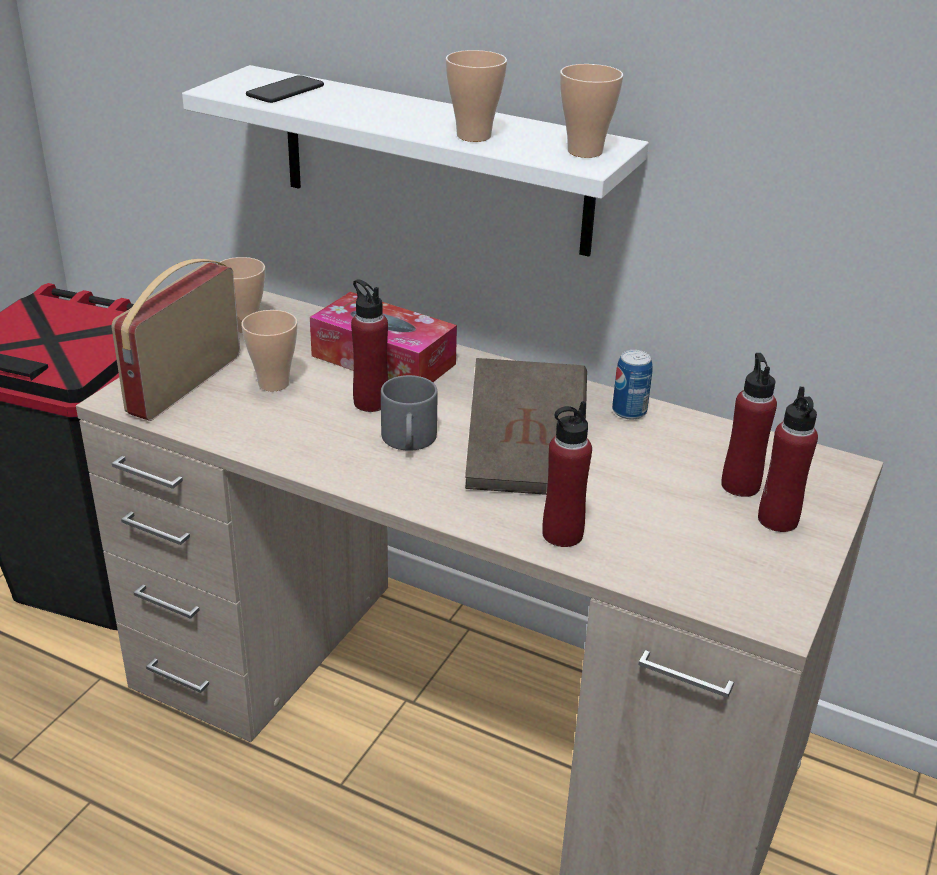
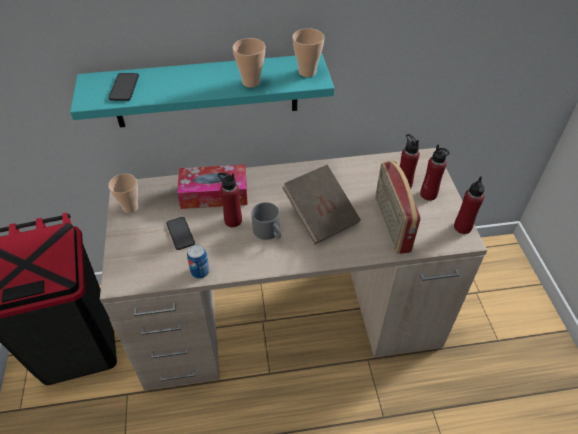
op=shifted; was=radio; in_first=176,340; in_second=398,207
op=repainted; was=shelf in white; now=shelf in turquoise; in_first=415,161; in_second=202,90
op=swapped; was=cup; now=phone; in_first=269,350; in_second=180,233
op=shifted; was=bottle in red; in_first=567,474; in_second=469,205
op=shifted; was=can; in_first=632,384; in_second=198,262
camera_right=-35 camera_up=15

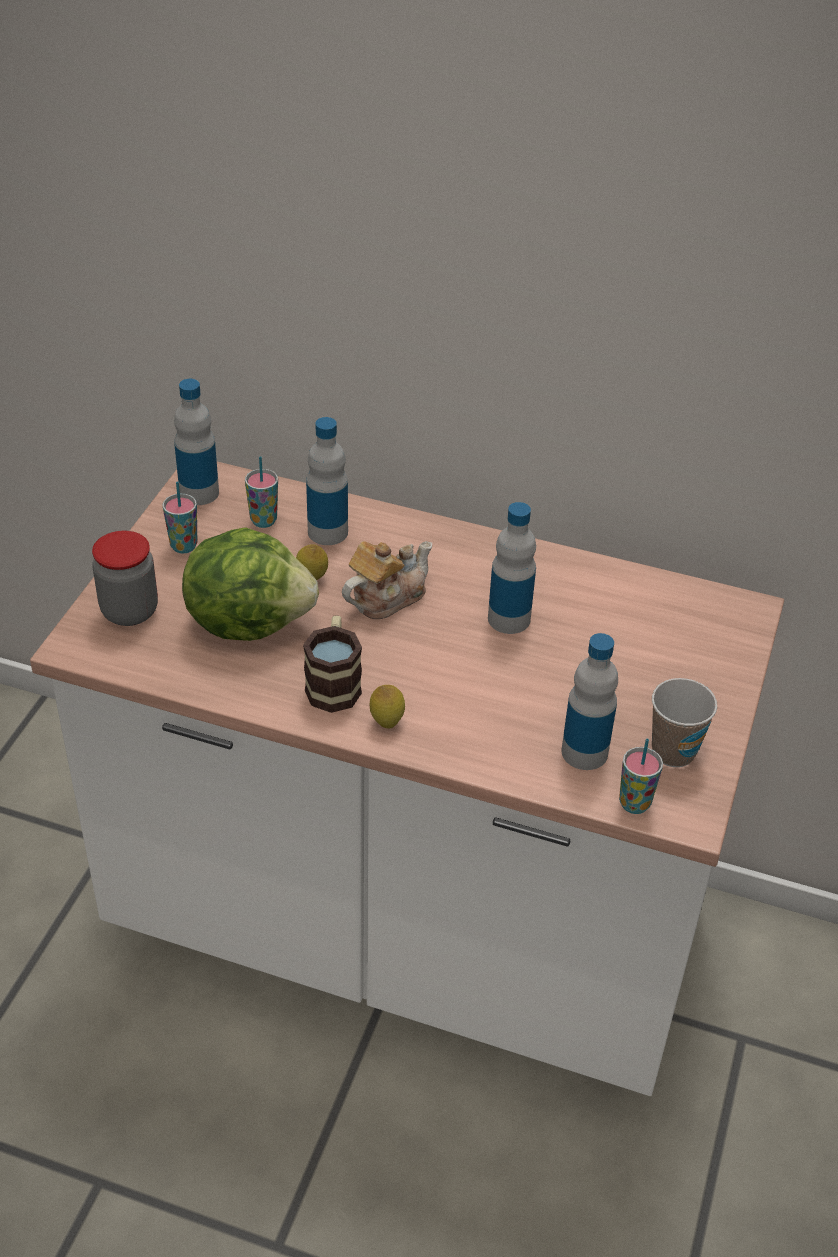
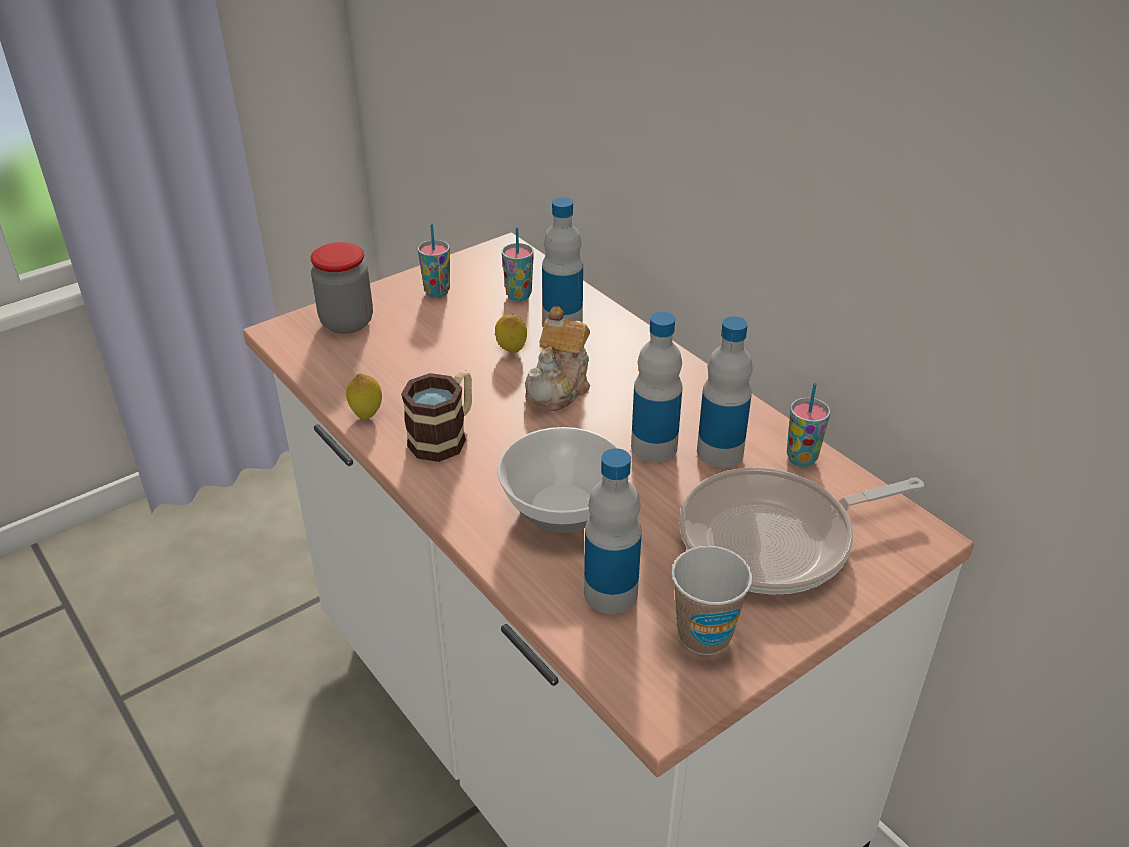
op=shifted; was=bottle; in_first=196,442; in_second=725,392
op=gone; was=lettuce; in_first=250,584
op=rotated; was=teapot; in_first=387,580; in_second=558,358; clockwise=120
op=shifted; was=lemon; in_first=387,707; in_second=364,396
op=shifted; was=cup; in_first=641,776; in_second=808,425
op=new; now=bowl; in_second=558,480
op=new; now=frying pan; in_second=801,531
camera_right=35 camera_up=-5

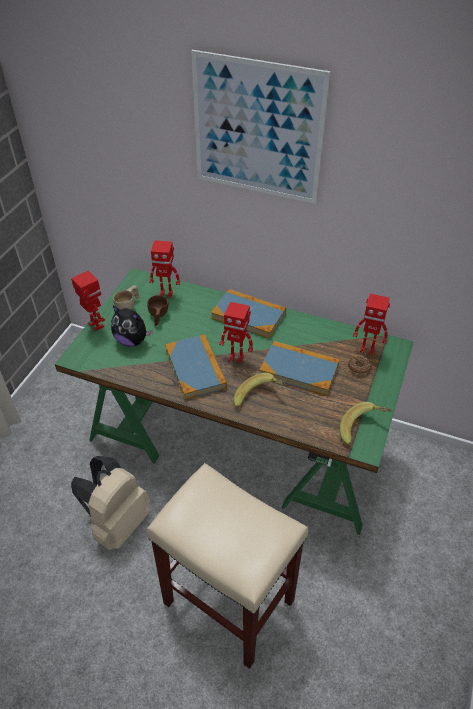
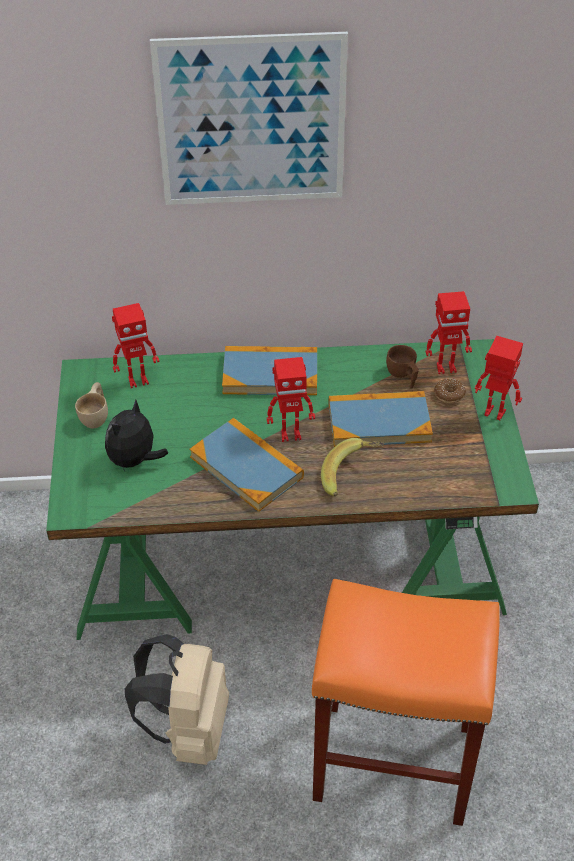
op=shifted; was=toy robot; in_first=88,301; in_second=499,378
op=rotated; was=plush toy; in_first=132,326; in_second=136,435; clockwise=120
op=shifted; was=cup in brown; in_first=157,310; in_second=402,367
op=repainted; was=stool in beige; now=stool in orange; in_first=227,566; in_second=406,702
op=gone; was=banana; in_first=365,423
camera_right=-25 camera_up=0

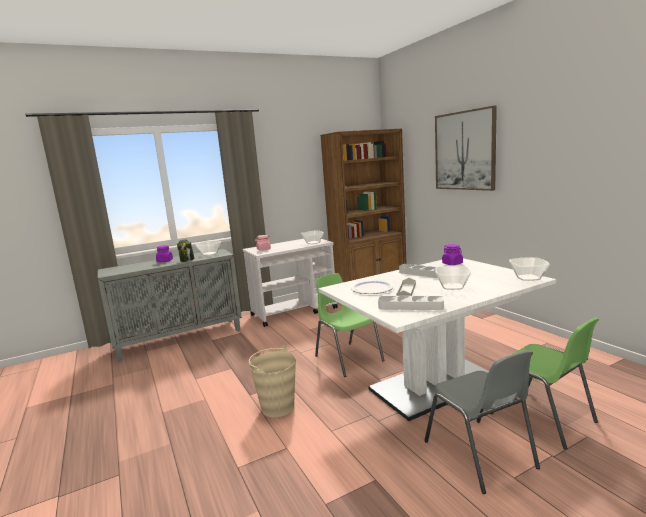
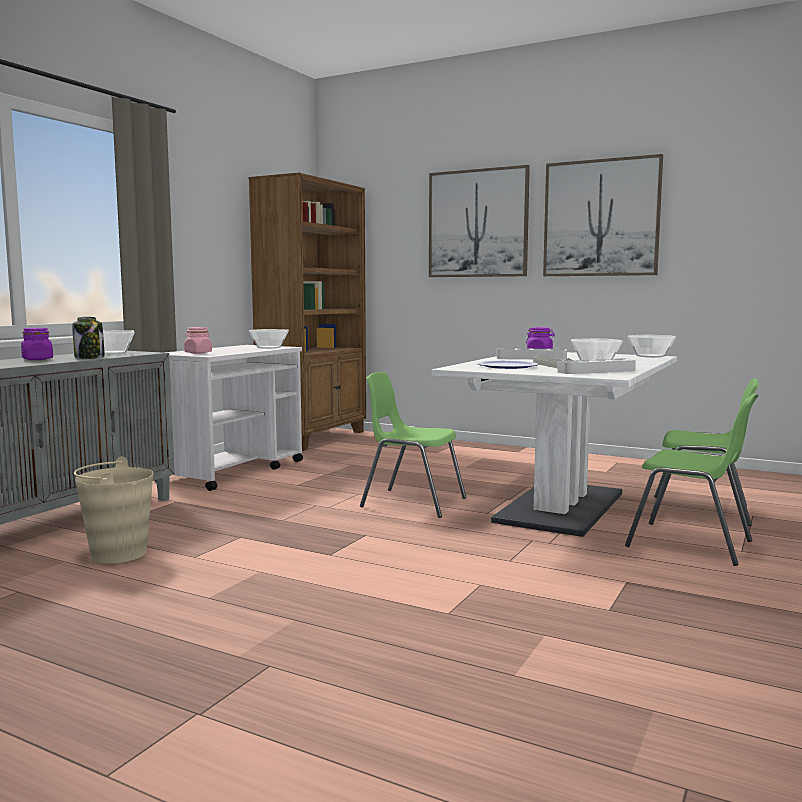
op=shifted; was=bucket in beige; in_first=272,381; in_second=113,510
op=repainted; was=chair in grey; now=chair in green; in_first=482,422; in_second=691,479
op=new; now=picture; in_second=603,215
camera_right=-35 camera_up=-5

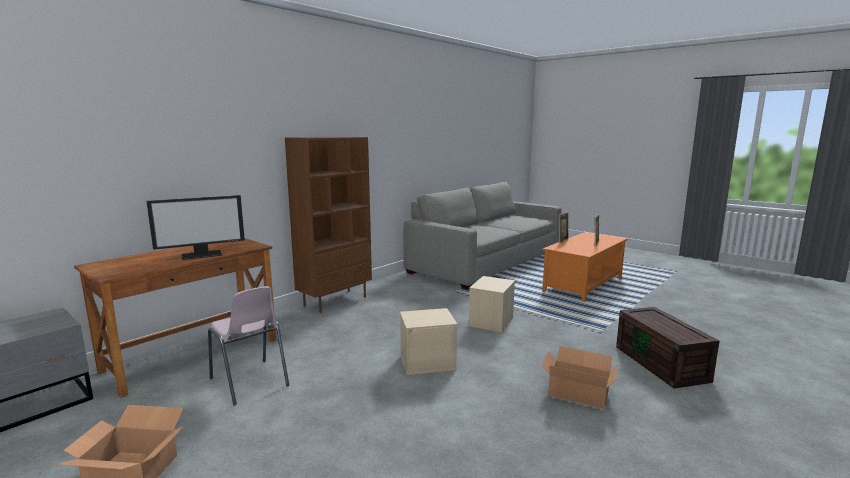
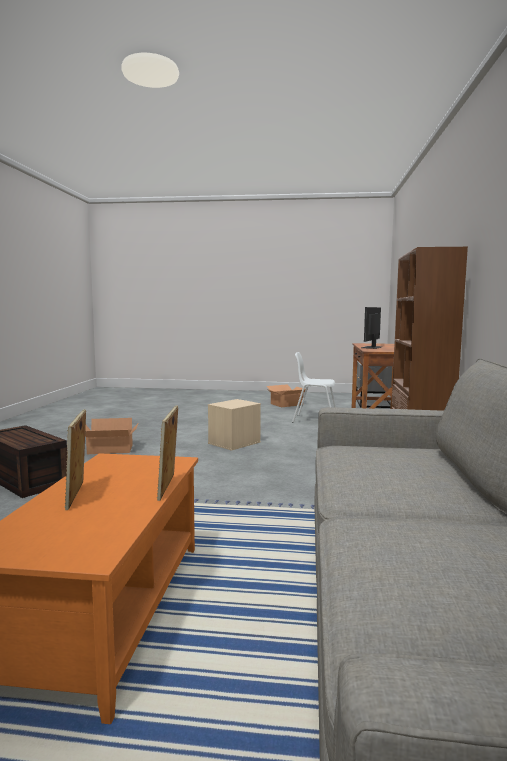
op=repainted; was=chair in pink; now=chair in white; in_first=248,346; in_second=314,387
op=gone; was=storage box in beige; in_first=492,304
camera_right=145 camera_up=-5

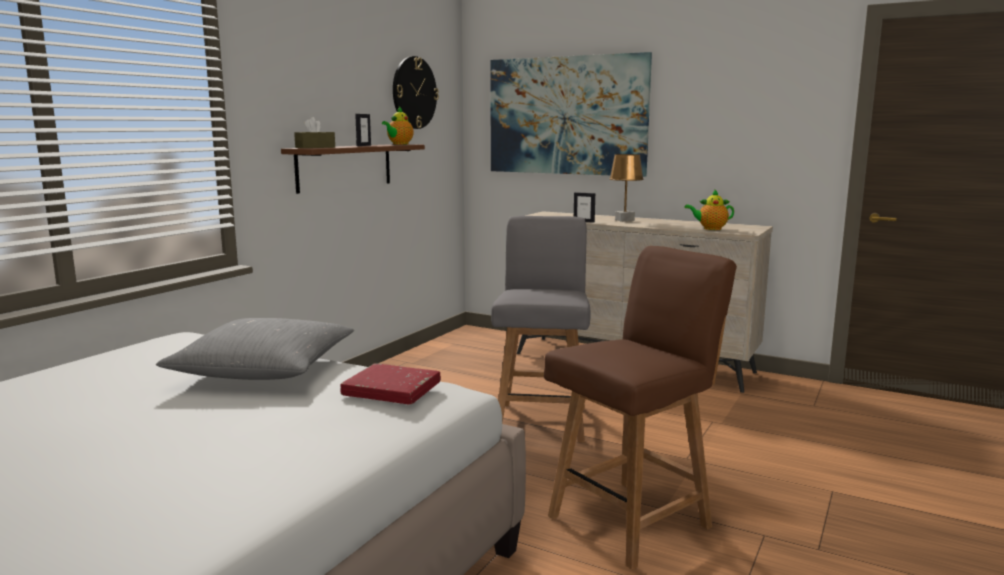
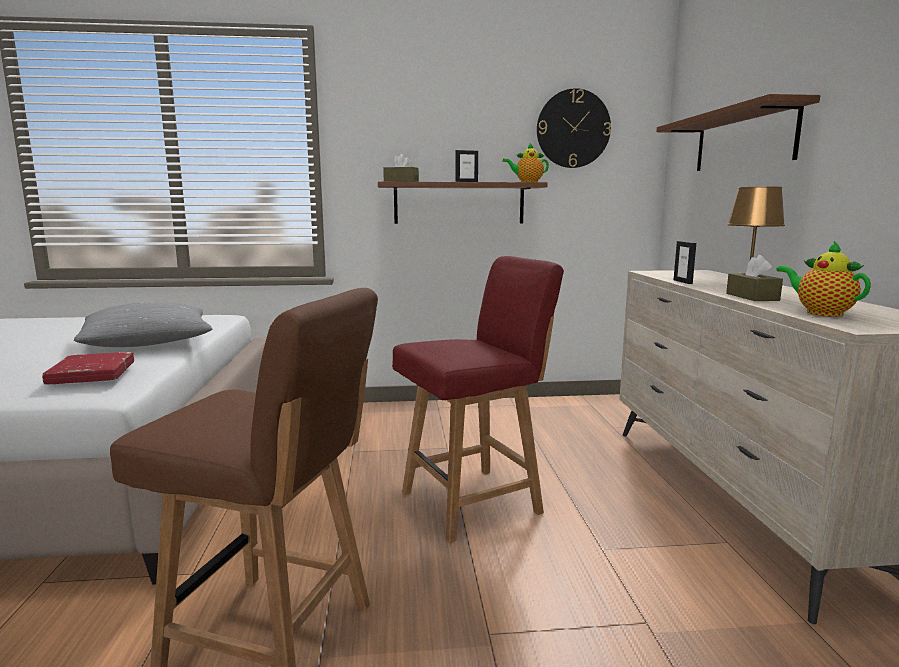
op=swapped; was=picture; now=shelf in brown; in_first=571,114; in_second=738,132
op=repainted; was=chair in grey; now=chair in red; in_first=541,329; in_second=478,399
op=new; now=tissue box in brown; in_second=754,278
camera_right=55 camera_up=0

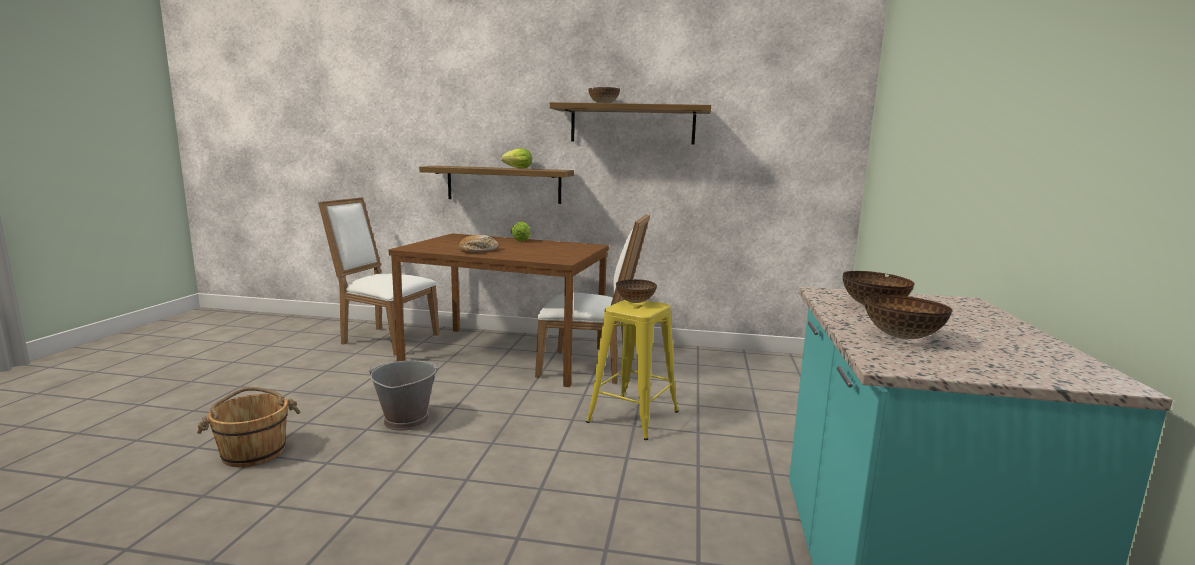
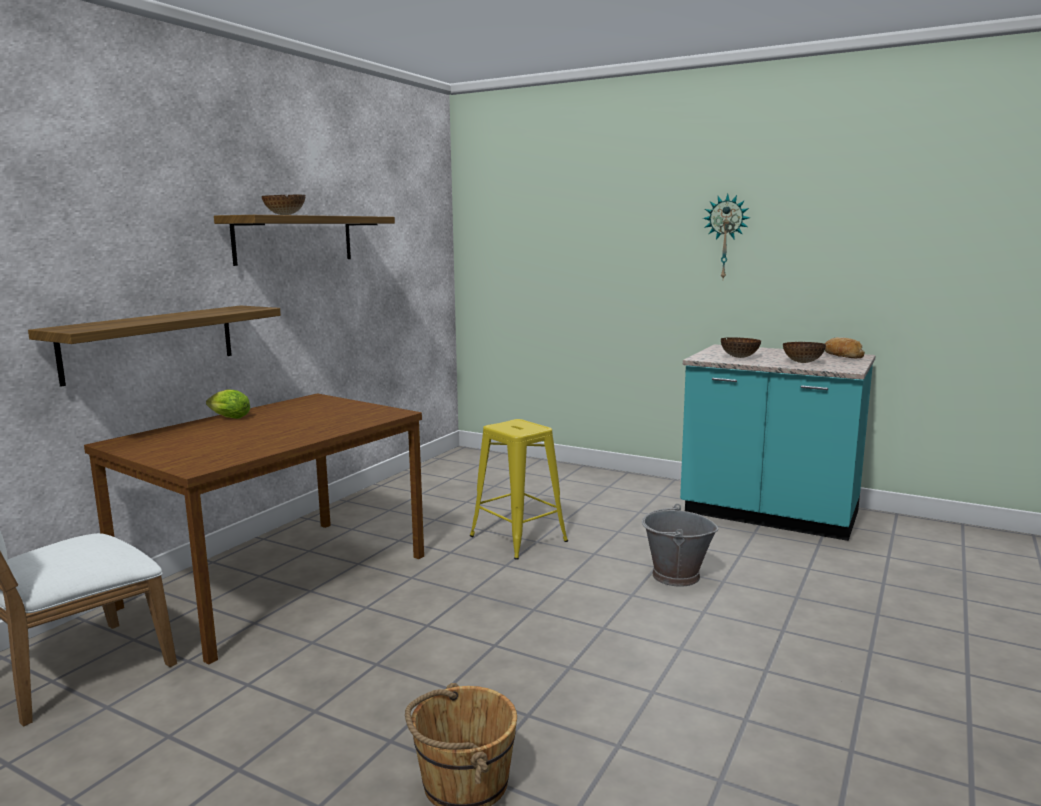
op=shifted; was=bucket in grey; in_first=404,395; in_second=680,545
op=shifted; was=bread; in_first=479,244; in_second=845,347
op=gone; was=lettuce; in_first=516,158
op=gone; was=chair in white; in_first=592,299
op=gone; was=bowl; in_first=636,291
op=new; now=wall clock; in_second=726,236
camera_right=-70 camera_up=0

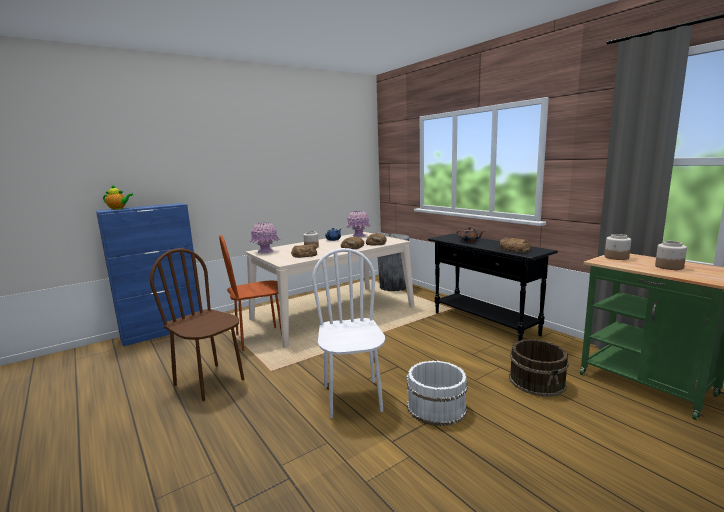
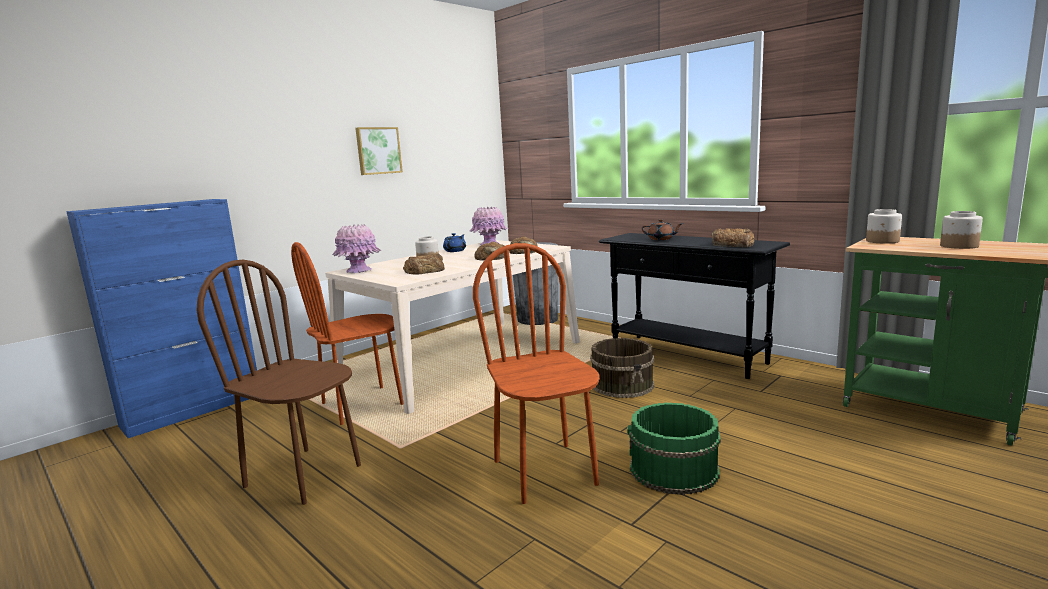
op=gone; was=teapot; in_first=118,197
op=repainted; was=chair in white; now=chair in brown; in_first=348,333; in_second=536,373
op=repainted; was=bucket in white; now=bucket in green; in_first=437,393; in_second=674,448
op=shifted; was=bucket in brown; in_first=539,368; in_second=622,368
op=new; now=picture; in_second=379,151
camera_right=-10 camera_up=0

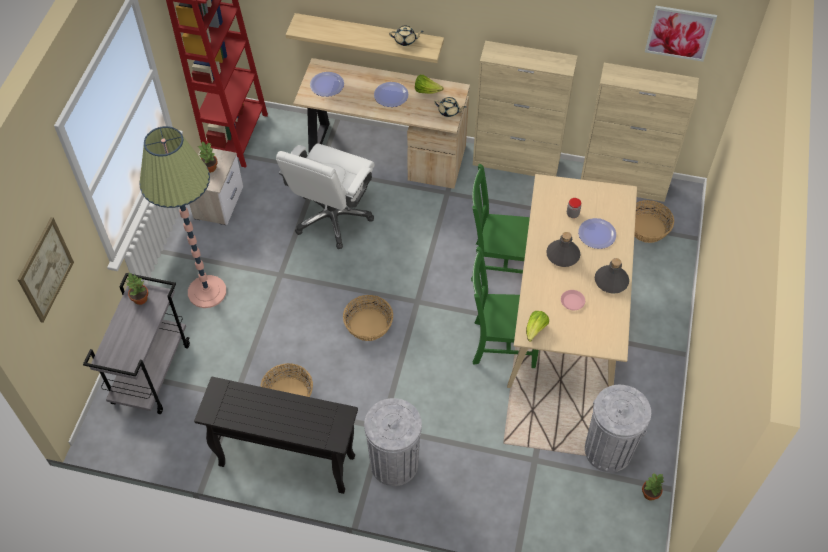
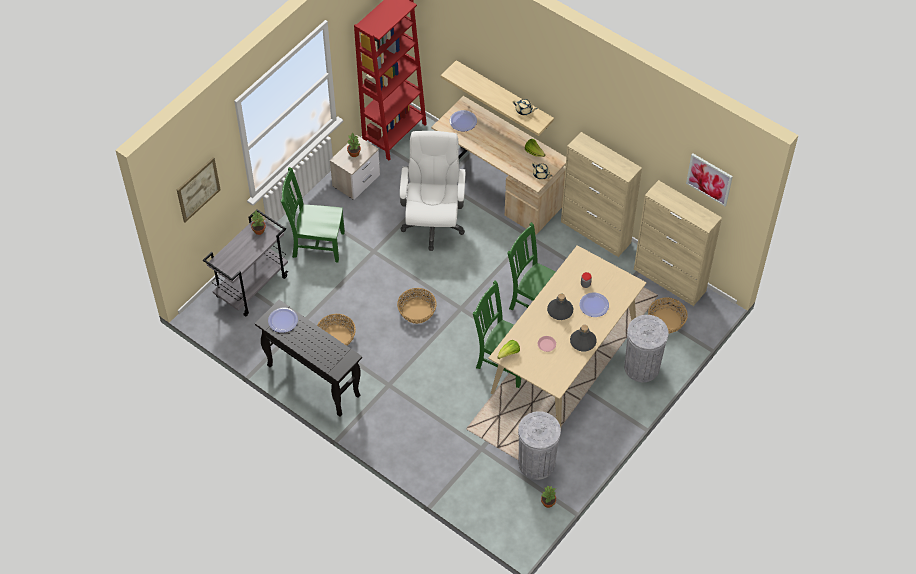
op=swapped; was=floor lamp; now=chair in green; in_first=182,217; in_second=313,215
op=rotated; was=office chair in white; in_first=325,196; in_second=433,191; clockwise=135
op=shifted; was=trash can in grey; in_first=393,442; in_second=646,348
op=shifted; was=plate; in_first=391,94; in_second=283,320
camera_right=25 camera_up=0

